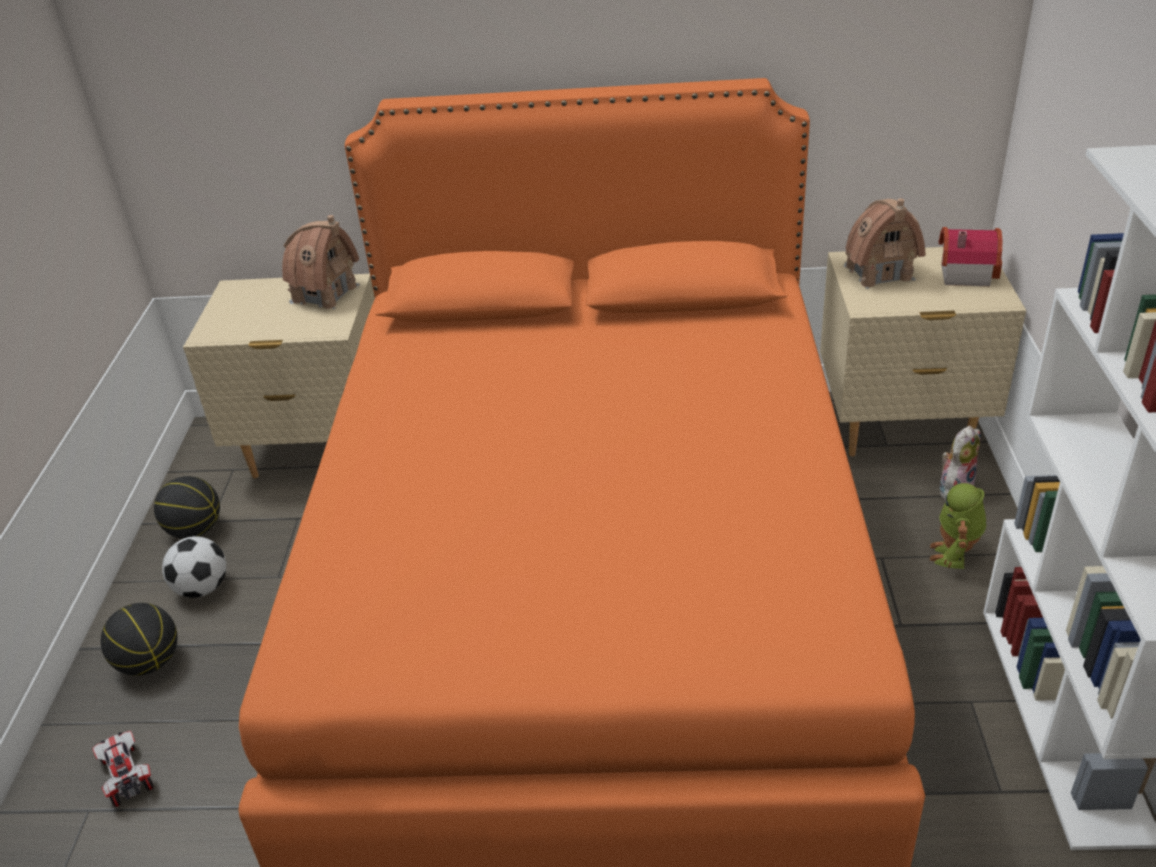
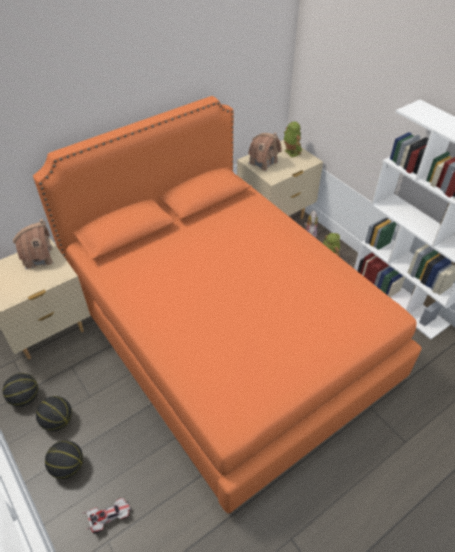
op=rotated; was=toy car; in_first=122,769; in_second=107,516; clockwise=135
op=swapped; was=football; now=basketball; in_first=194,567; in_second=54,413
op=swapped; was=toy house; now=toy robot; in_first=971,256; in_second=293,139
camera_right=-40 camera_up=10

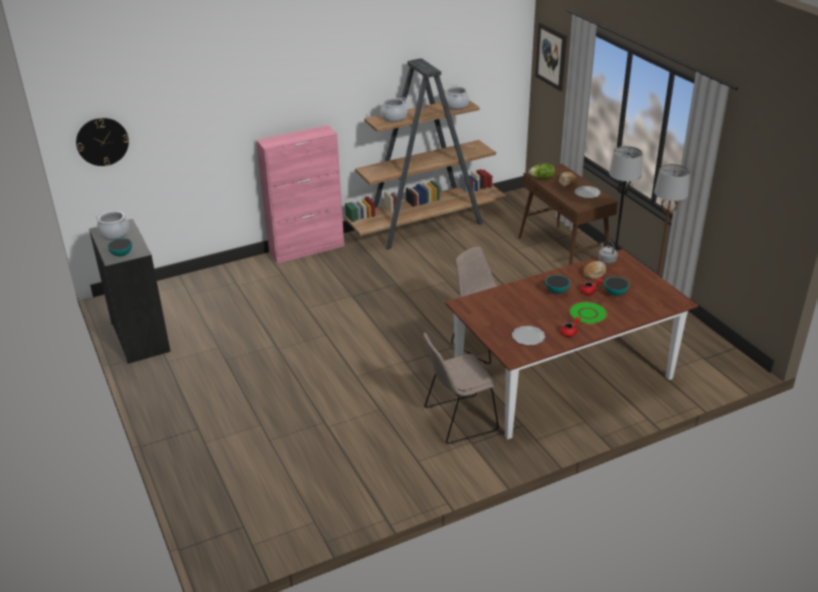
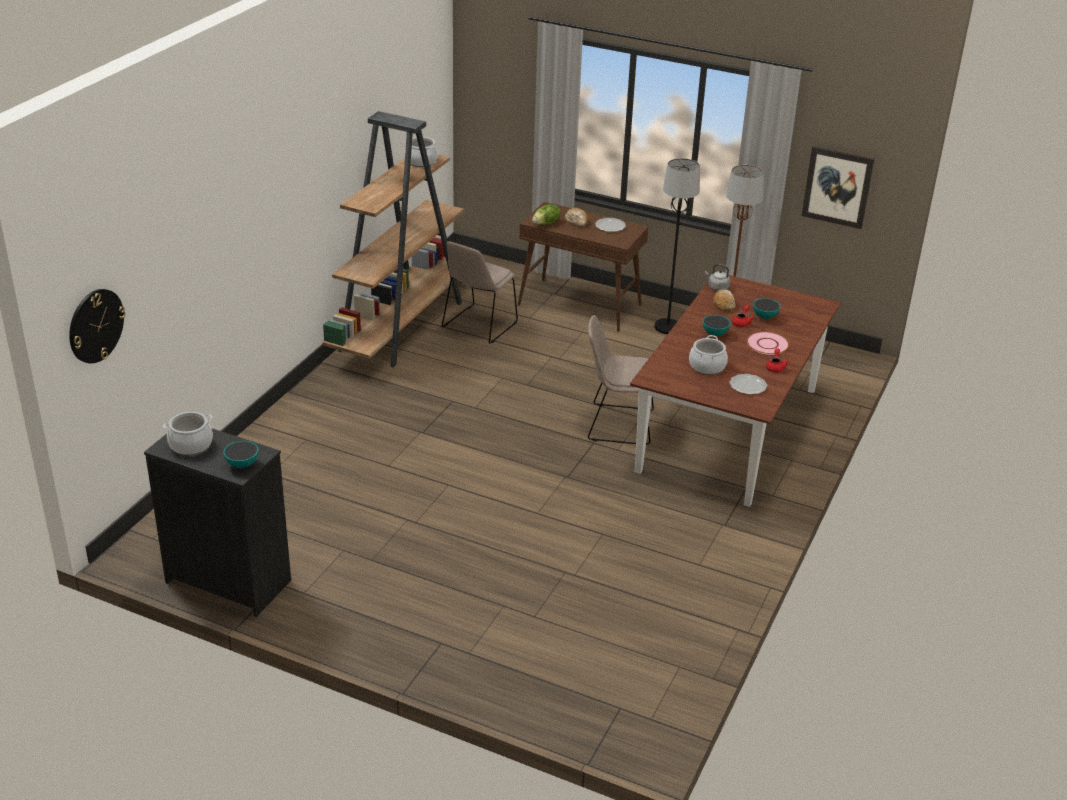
op=gone; was=cabinet in pink; in_first=300,194
op=shifted; was=cooking pot; in_first=394,110; in_second=708,355
op=shifted; was=chair in beige; in_first=461,388; in_second=480,292
op=shifted; was=picture; in_first=551,57; in_second=838,187
op=repainted; was=plate in green; now=plate in pink; in_first=588,313; in_second=768,343
camera_right=-40 camera_up=0

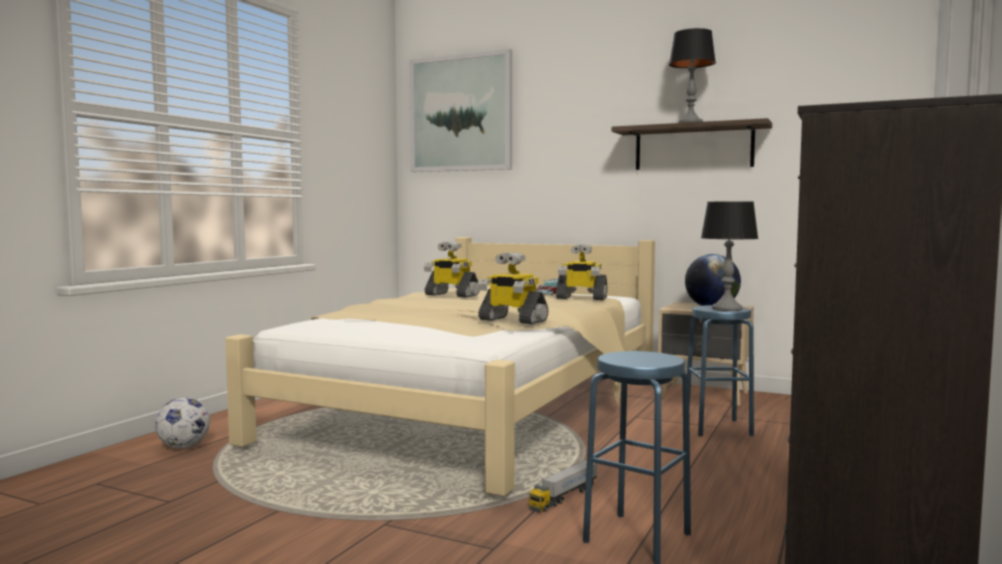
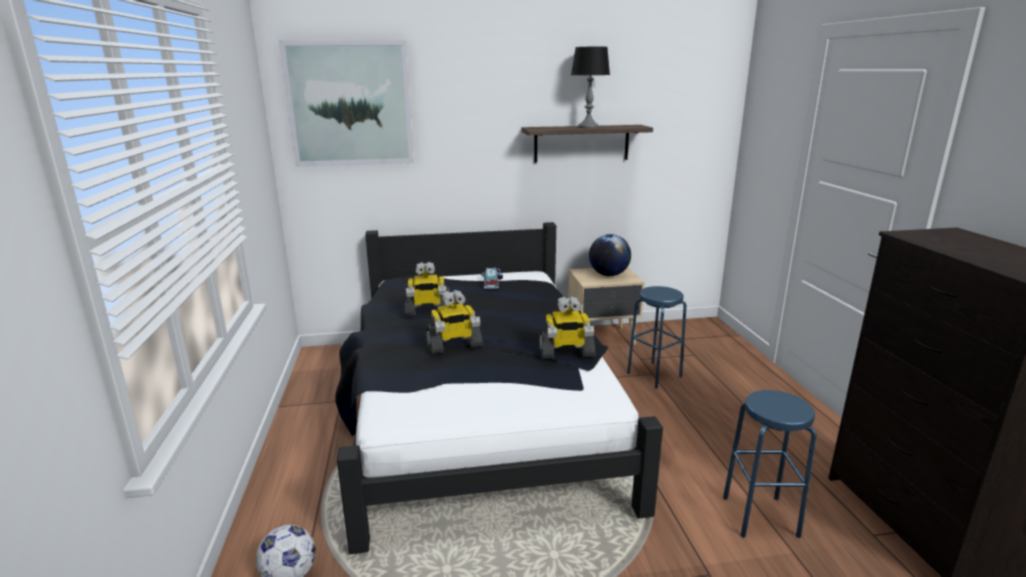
op=repainted; was=bed in beige; now=bed in black; in_first=440,366; in_second=499,388
op=gone; was=toy truck; in_first=563,485
op=shifted; was=toy robot; in_first=581,272; in_second=454,322
op=gone; was=table lamp; in_first=729,256
camera_right=-35 camera_up=15

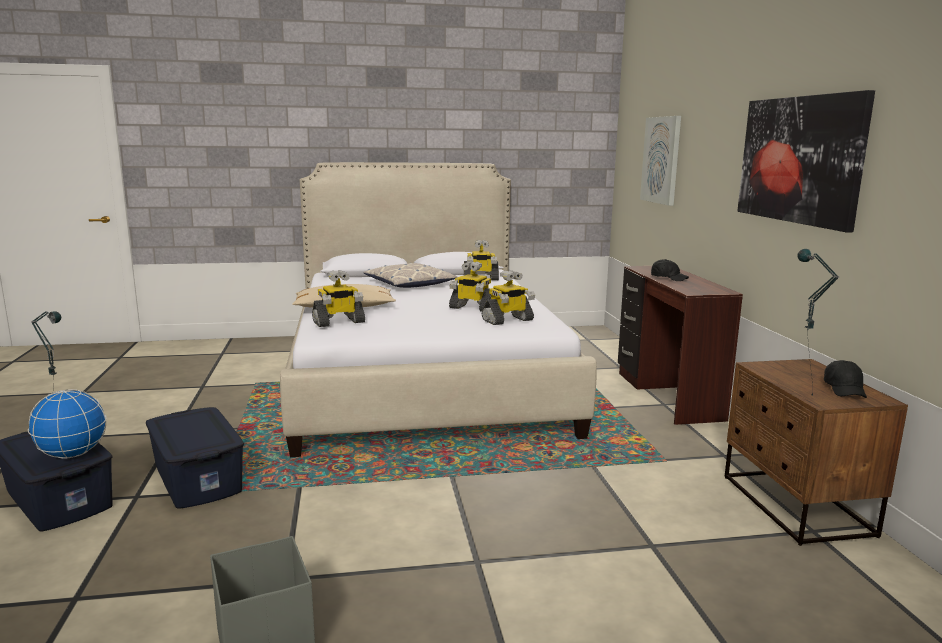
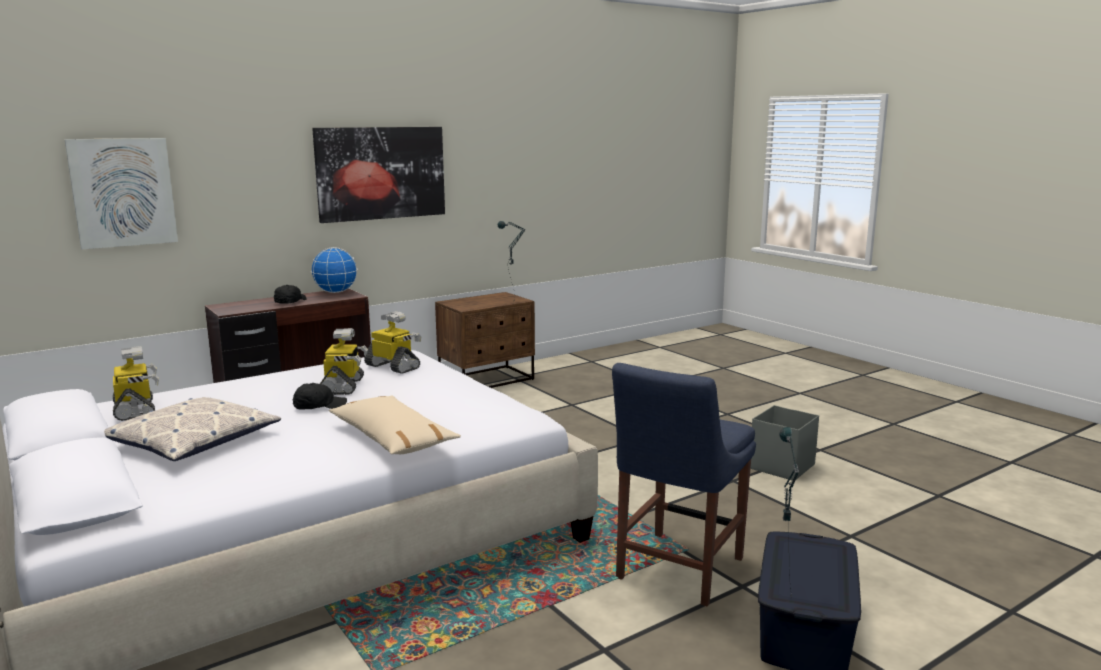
op=shifted; was=globe; in_first=67,423; in_second=334,270
op=swapped; was=storage box in blue; now=chair in blue; in_first=195,458; in_second=684,484
op=gone; was=toy robot; in_first=338,298
op=shifted; was=cap in black; in_first=845,379; in_second=320,396
camera_right=-115 camera_up=0

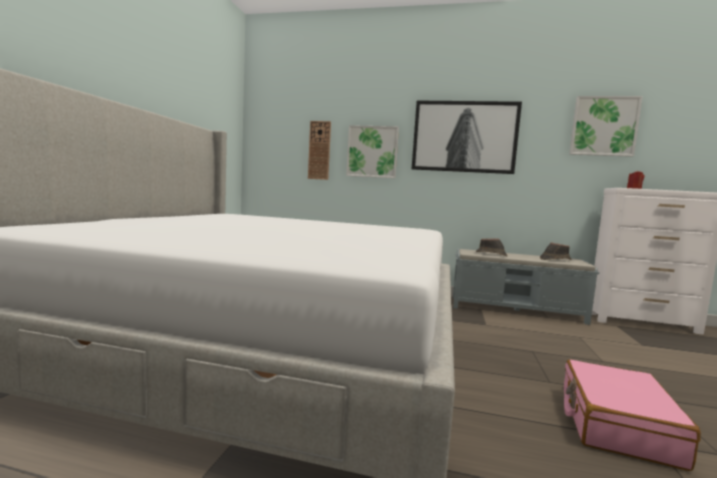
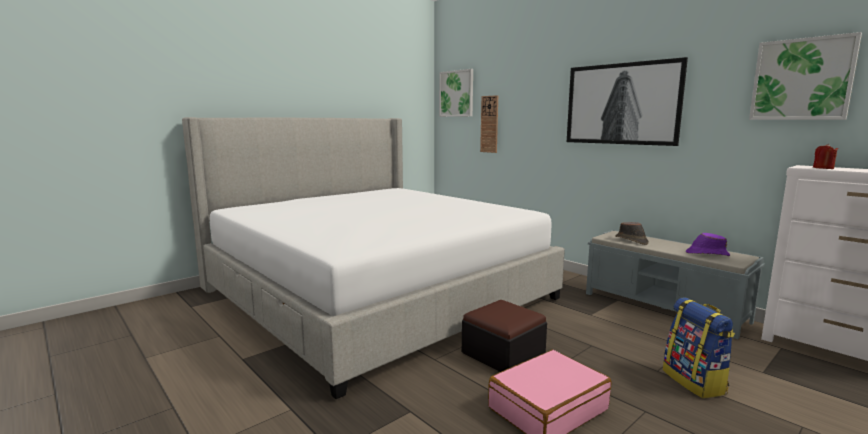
op=shifted; was=picture; in_first=372,151; in_second=456,93
op=repainted; was=hat in brown; now=hat in purple; in_first=555,251; in_second=708,244
op=new; now=ottoman; in_second=504,336
op=new; now=backpack; in_second=699,348
camera_right=35 camera_up=5

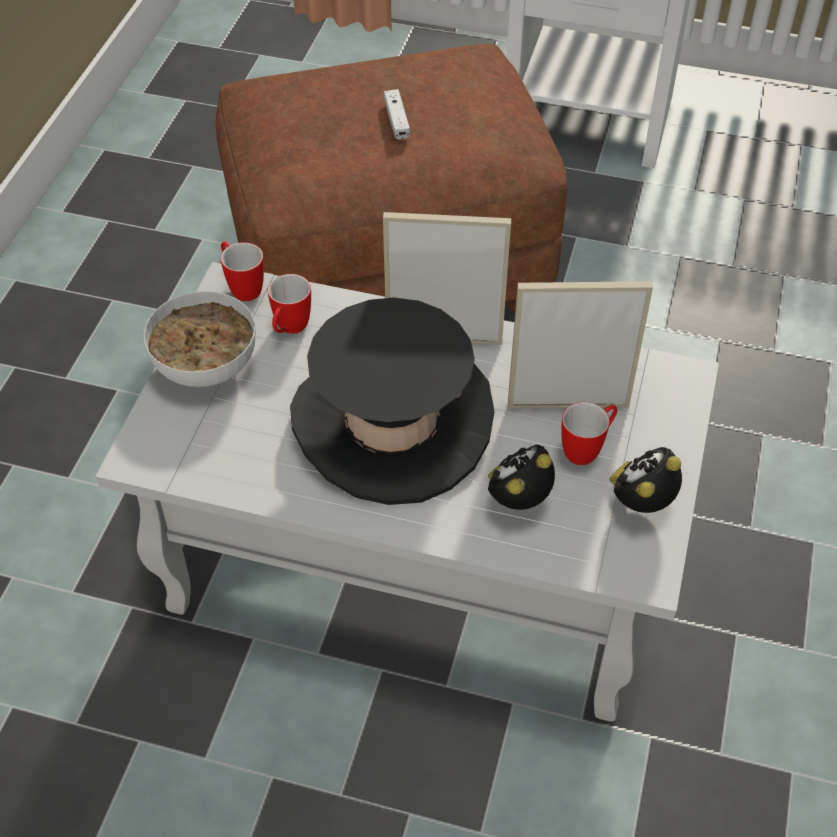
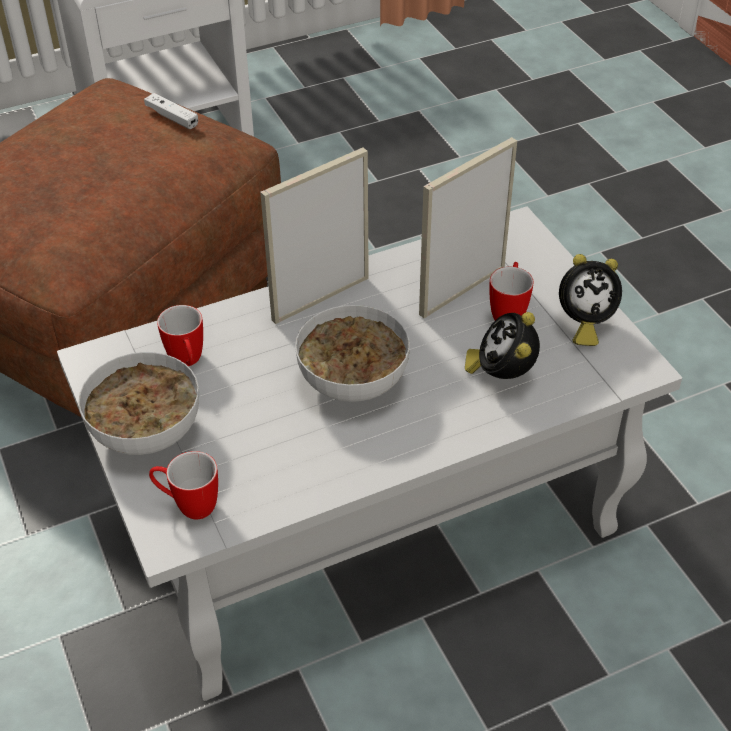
op=shifted; was=mug; in_first=242,271; in_second=183,485
op=swapped; was=hat in black; now=bowl; in_first=392,401; in_second=352,353
op=shifted; was=game controller in white; in_first=397,114; in_second=171,111
op=rotated; was=alarm clock; in_first=645,480; in_second=590,300; clockwise=-105
camera_right=-40 camera_up=-5

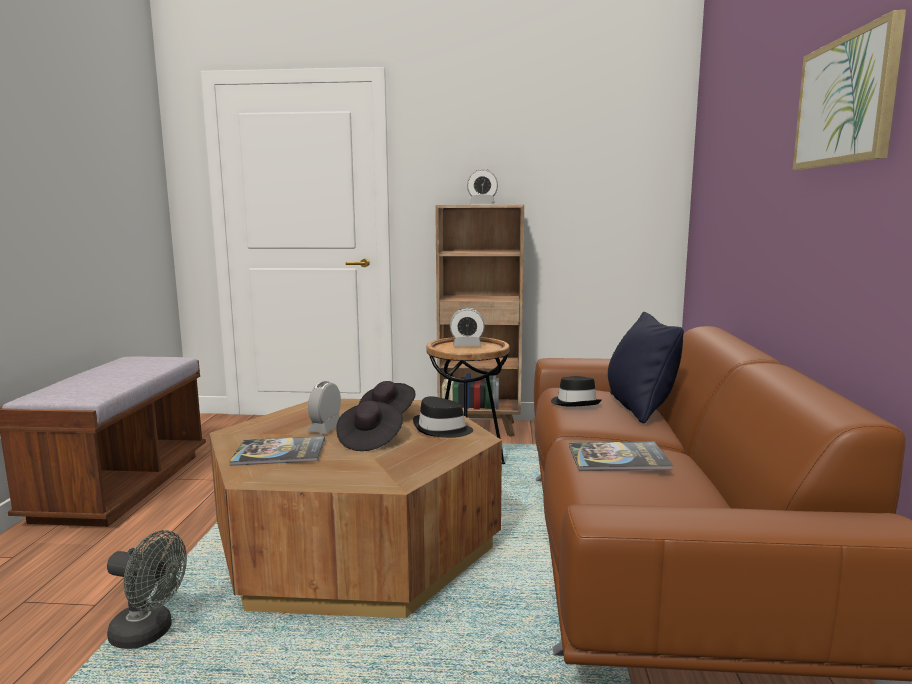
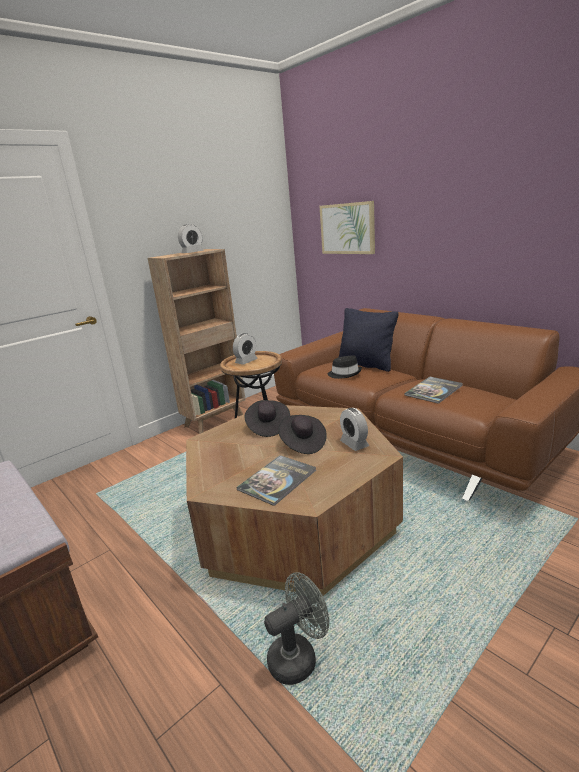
op=shifted; was=alarm clock; in_first=324,407; in_second=354,429
op=gone; was=hat in black; in_first=443,417
op=shifted; was=picture; in_first=849,90; in_second=347,227
camera_right=-45 camera_up=10

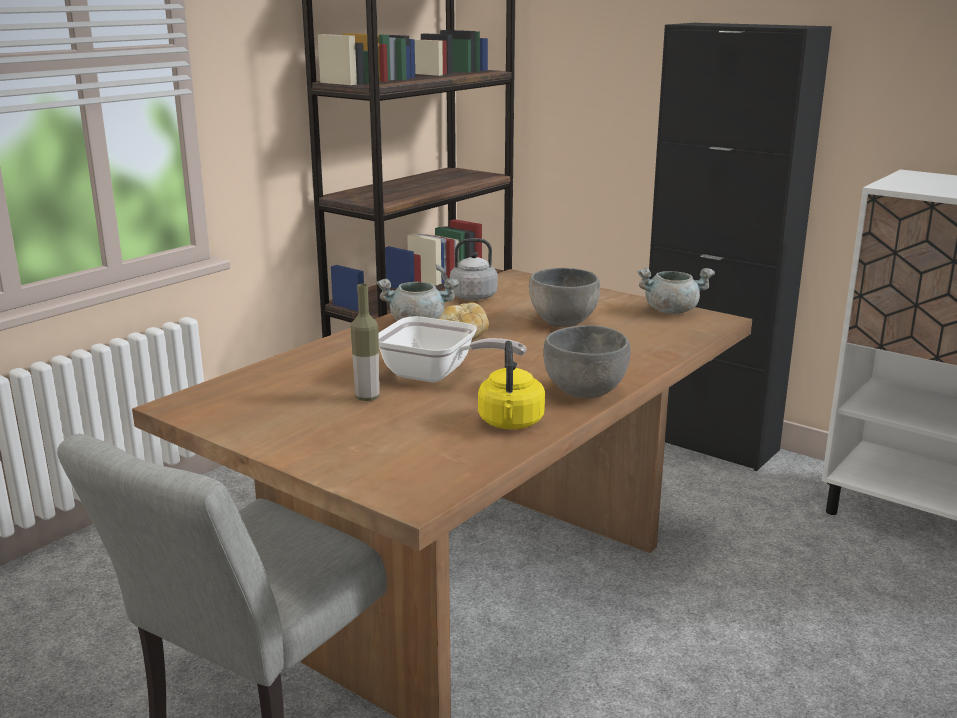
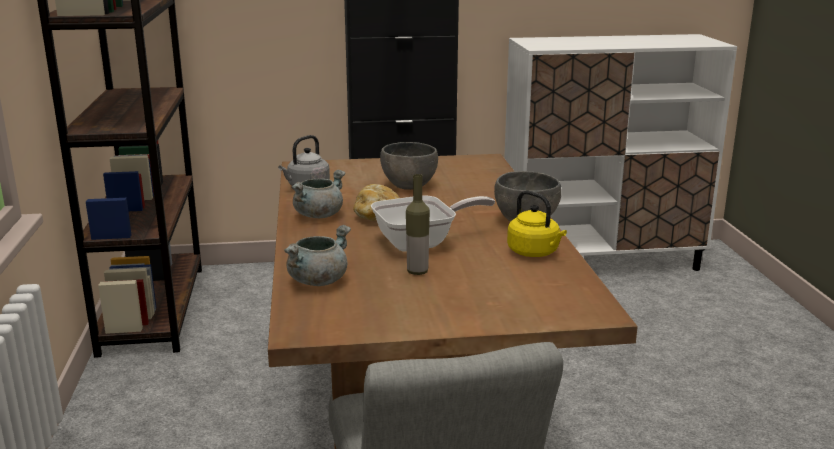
op=shifted; was=cooking pot in grey; in_first=676,291; in_second=317,255
camera_right=-45 camera_up=0

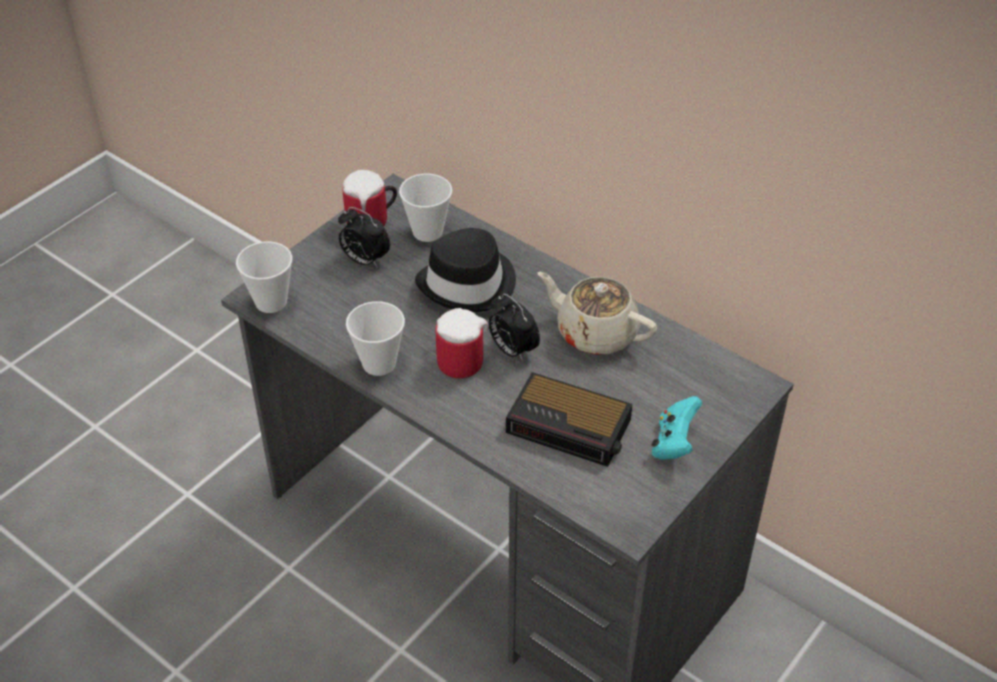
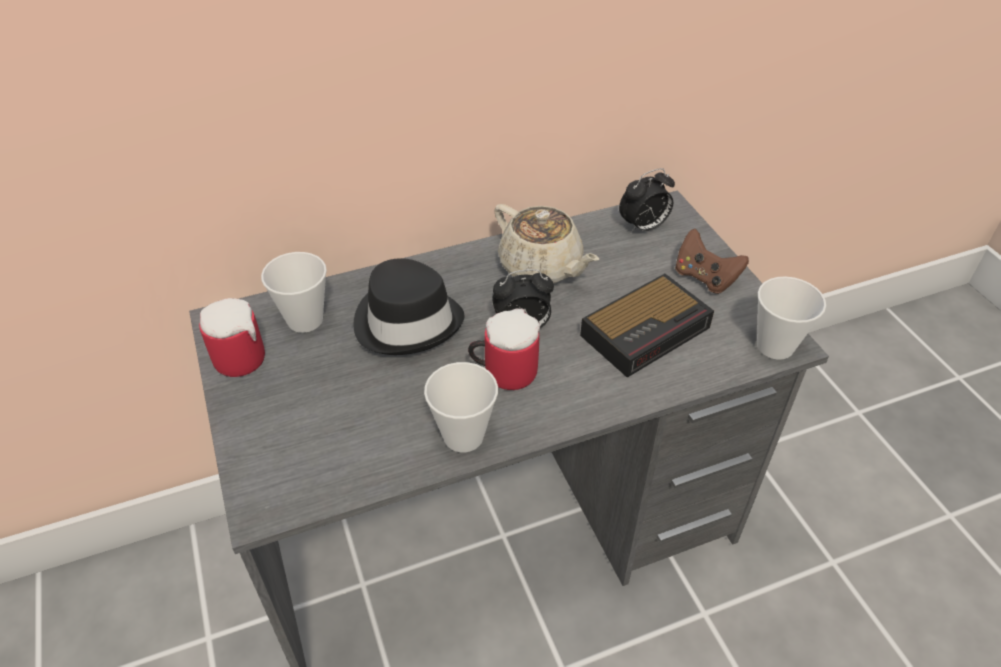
op=shifted; was=cup; in_first=264,277; in_second=791,318
op=shifted; was=alarm clock; in_first=364,237; in_second=647,201
op=rotated; was=teapot in beige; in_first=597,313; in_second=546,244; clockwise=-105
op=repainted; was=game controller in turquoise; now=game controller in brown; in_first=676,428; in_second=712,261
camera_right=-60 camera_up=0

